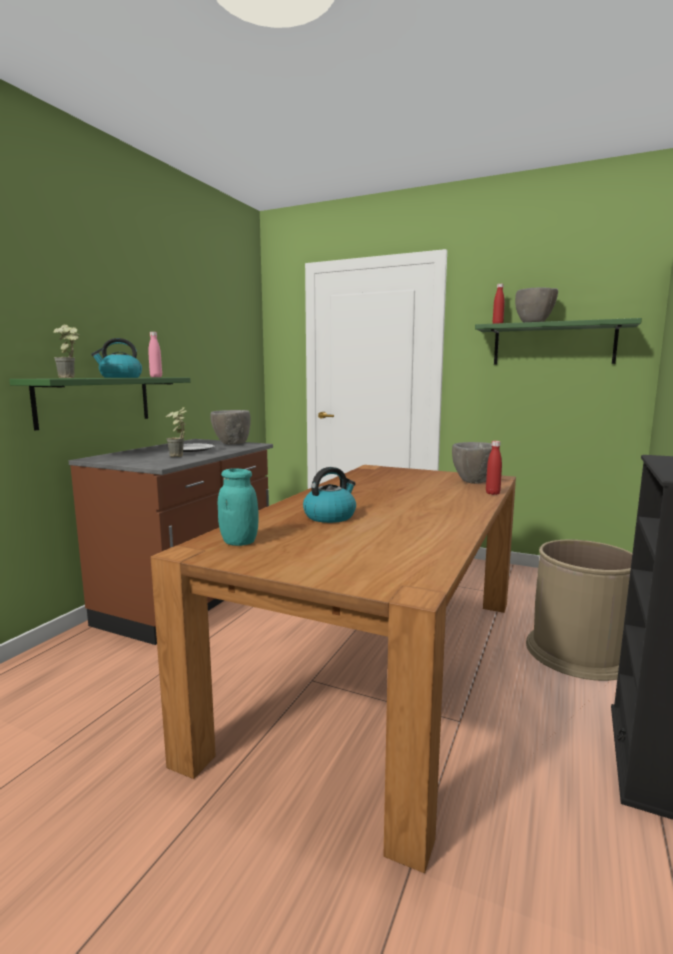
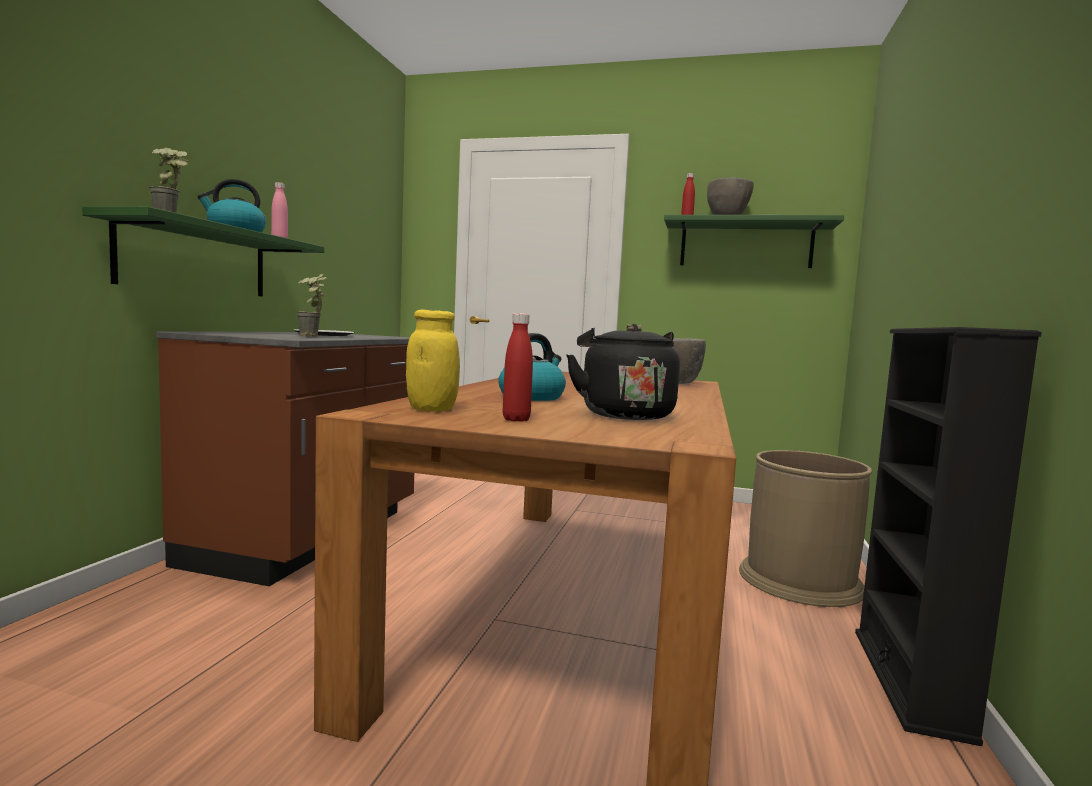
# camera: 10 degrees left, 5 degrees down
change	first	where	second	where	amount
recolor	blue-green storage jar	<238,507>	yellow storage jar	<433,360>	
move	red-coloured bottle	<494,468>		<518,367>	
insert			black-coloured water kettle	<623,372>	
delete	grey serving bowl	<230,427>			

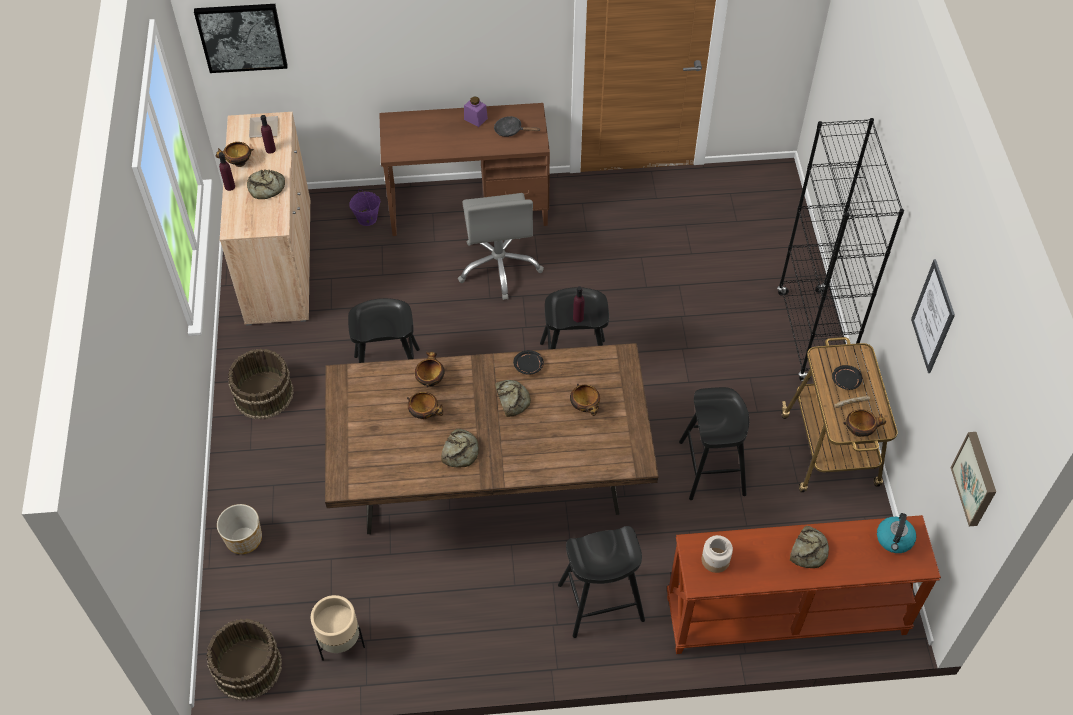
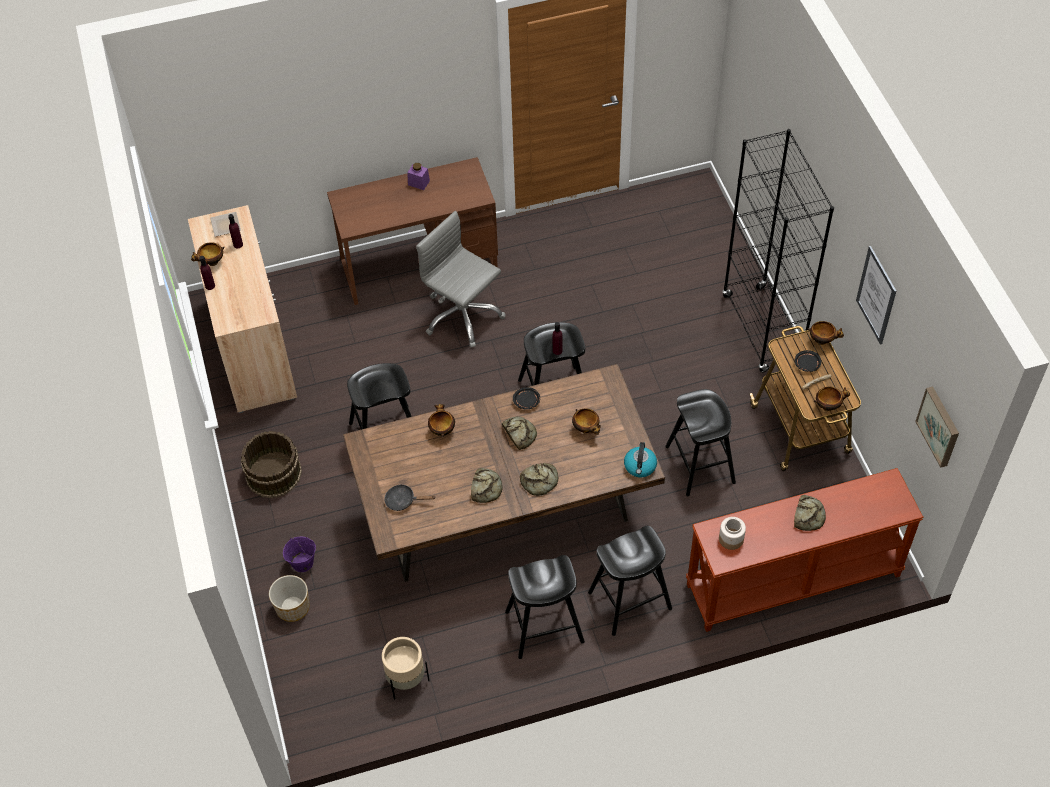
# camera: 10 degrees left, 0 degrees up
change	first	where	second	where	amount
move	purple bucket	<364,207>		<299,554>	
move	black-coloured skillet	<517,126>		<409,497>	
rotate	grey desk chair	<501,246>		<460,279>	150 degrees clockwise
insert			black-coloured sitting stool	<545,607>	
move	bread	<266,184>		<539,479>	
move	water kettle	<896,533>		<640,459>	
move	serving bowl	<425,405>		<825,333>	
delete	wall art	<240,38>			
delete	brown-coloured bucket	<244,660>			

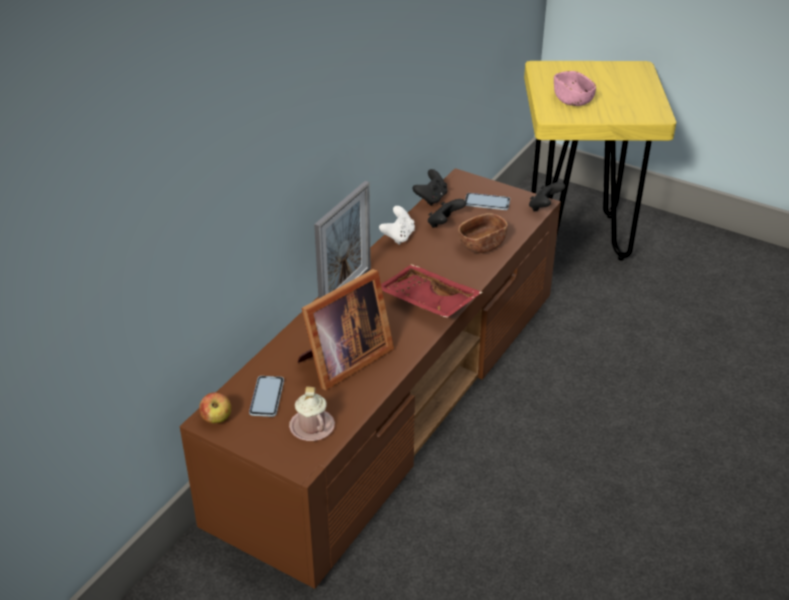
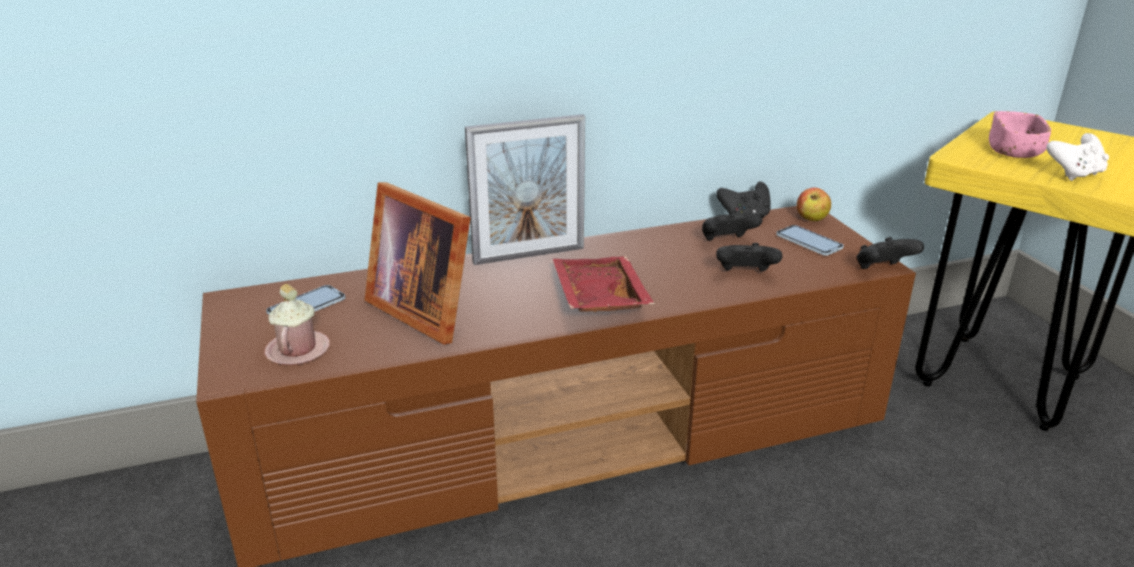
# camera: 40 degrees right, 10 degrees down
change	first	where	second	where	amount
rotate	photo frame	<346,330>		<418,263>	45 degrees clockwise
replace	brown-coloured serving bowl	<483,233>	black-coloured gamepad	<749,257>	
move	apple fruit	<215,407>		<814,204>	
move	white gamepad	<397,225>		<1077,157>	

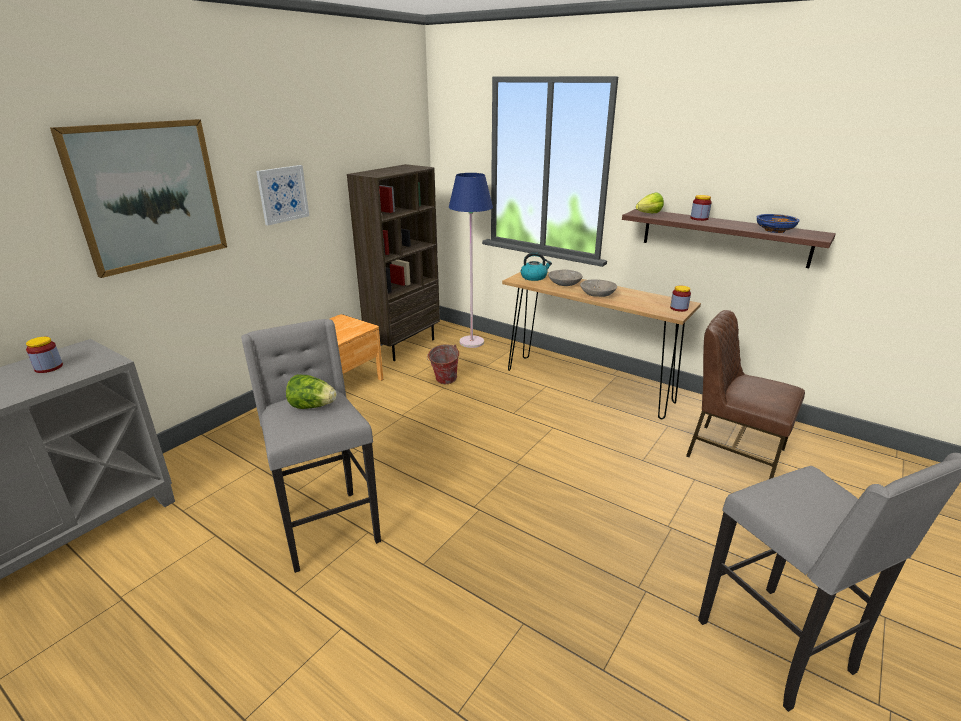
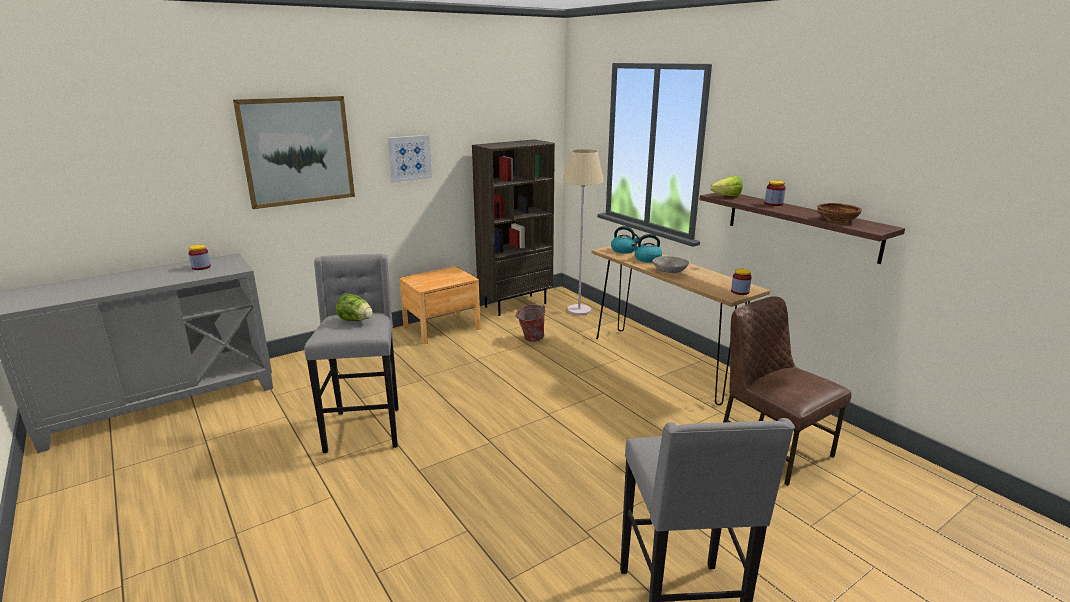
# camera: 20 degrees right, 5 degrees down
change	first	where	second	where	amount
recolor	bluish standard lamp	<471,260>	sand-coloured standard lamp	<583,232>	
replace	grey serving bowl	<565,277>	water kettle	<646,248>	
recolor	bluish serving bowl	<778,223>	brown-coloured serving bowl	<839,213>	

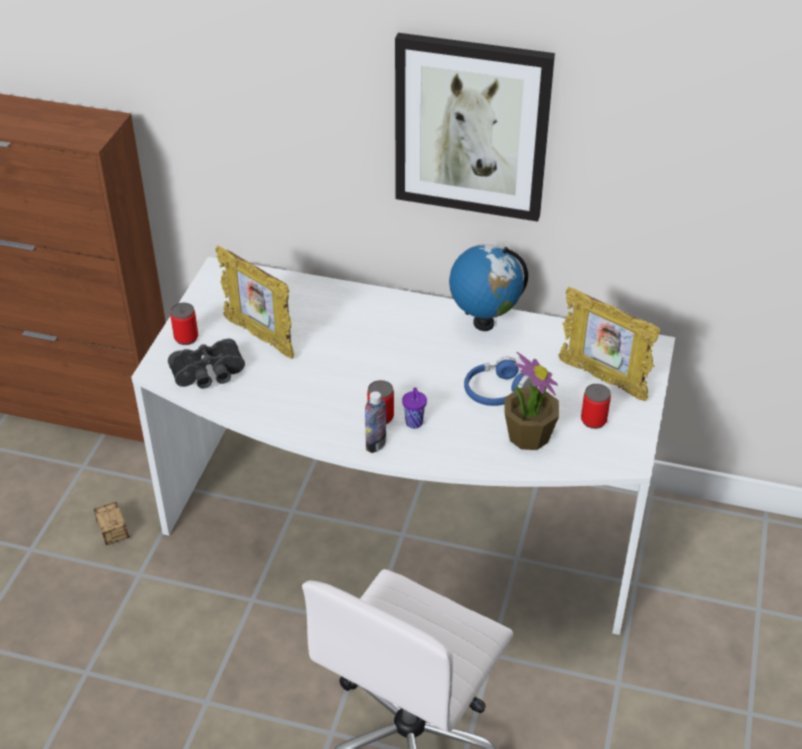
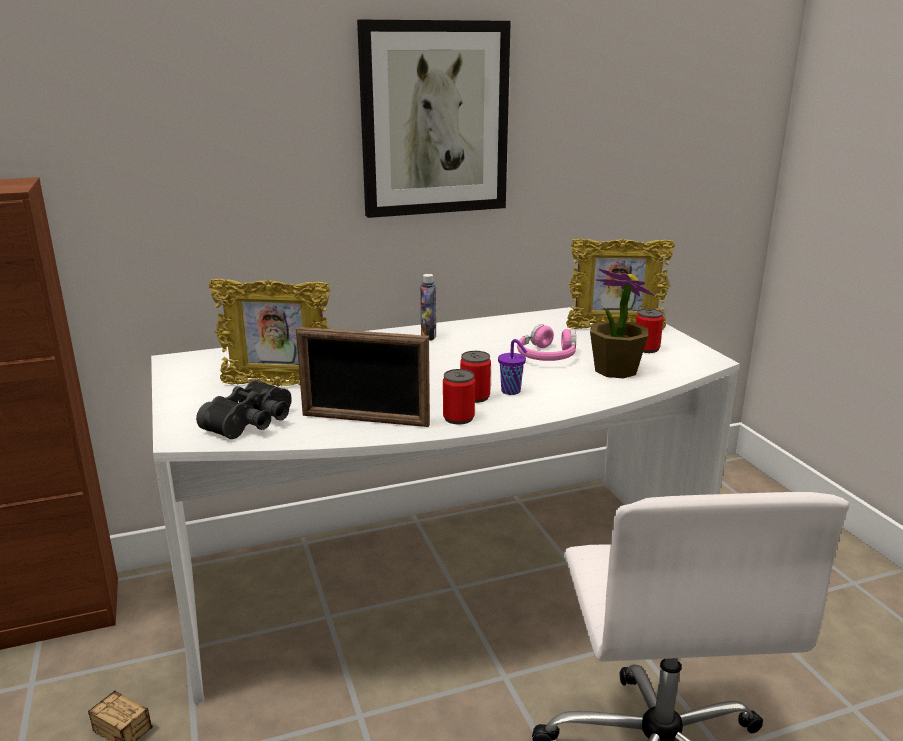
# camera: 35 degrees left, 20 degrees down
change	first	where	second	where	amount
insert			photo frame	<363,377>	
move	bottle	<375,422>		<428,307>	
move	sealed can	<184,324>		<459,397>	
recolor	bluish headphones	<497,381>	pinkish headphones	<546,342>	
delete	desk globe	<488,287>			

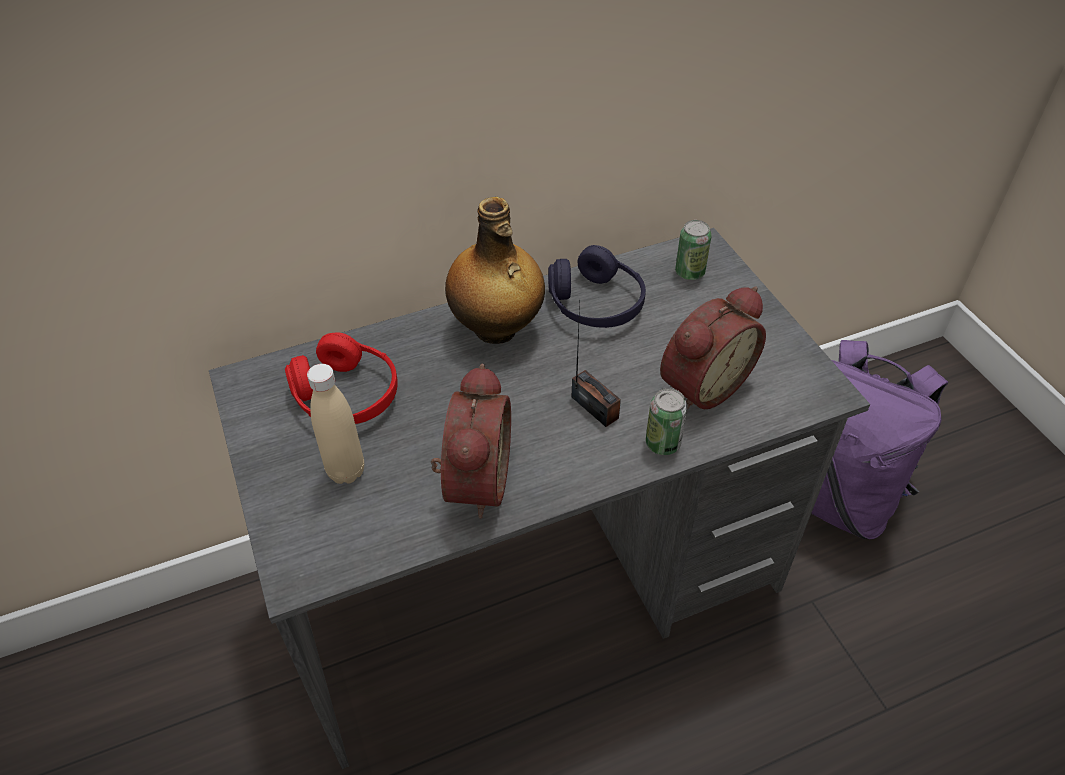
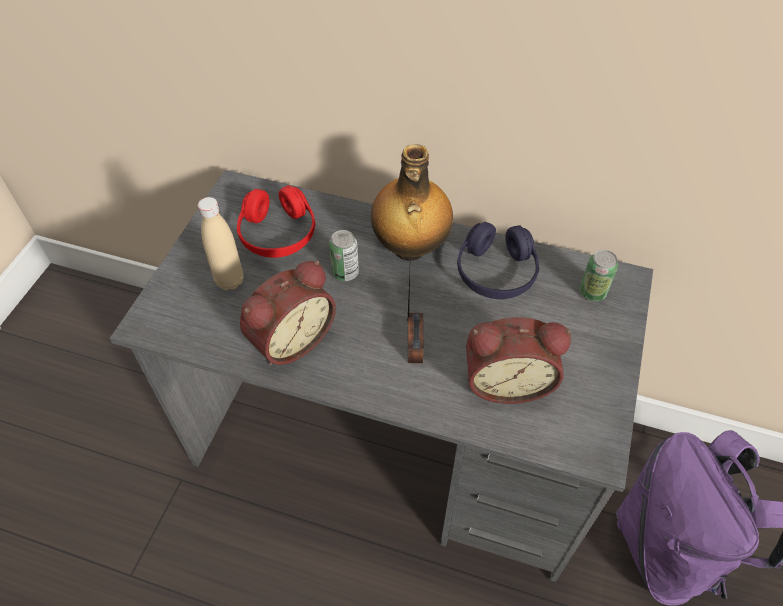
# camera: 40 degrees right, 5 degrees up
change	first	where	second	where	amount
move	sealed can	<667,421>		<344,255>	

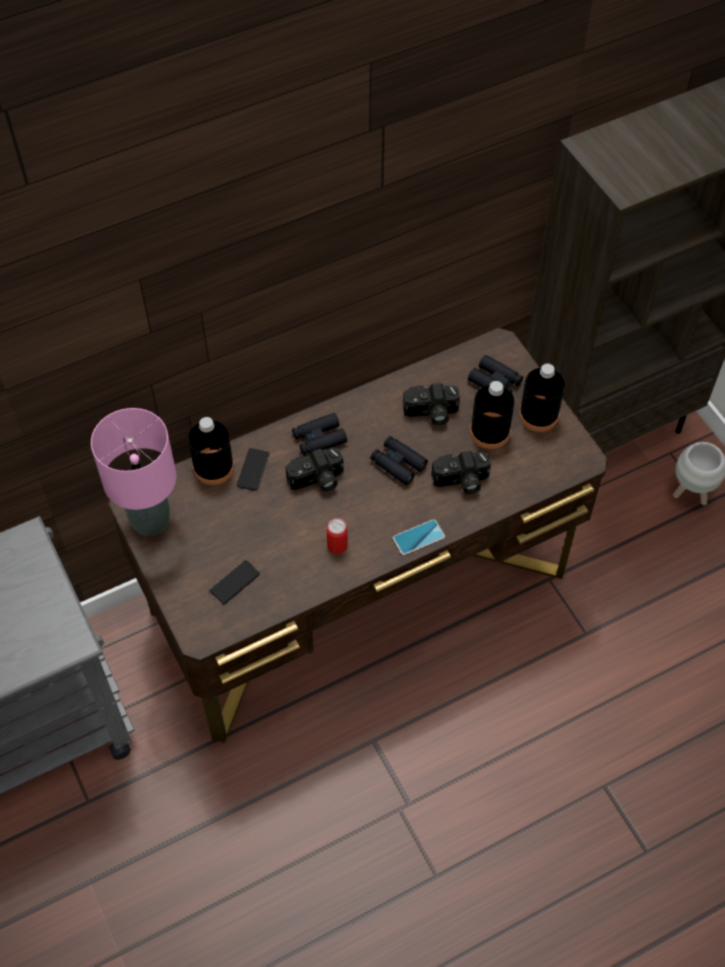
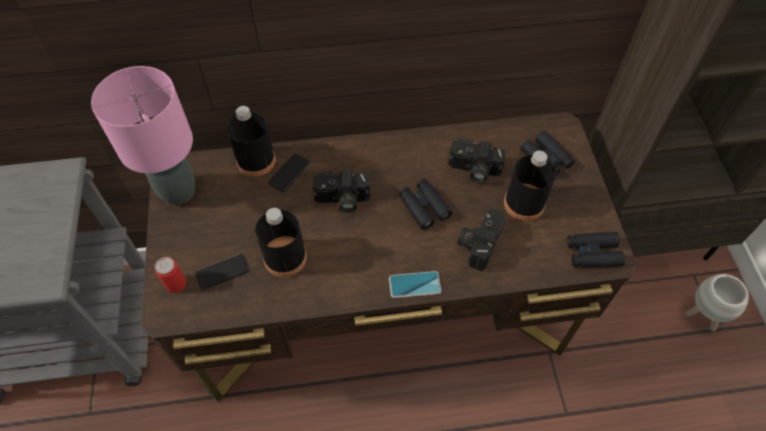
# camera: 20 degrees right, 0 degrees up
change	first	where	second	where	amount
move	sealed can	<337,536>		<170,275>	
move	black-coloured bottle	<542,398>		<281,242>	
rotate	photo camera	<461,472>		<481,239>	105 degrees clockwise
move	black-coloured field glasses	<319,434>		<596,250>	

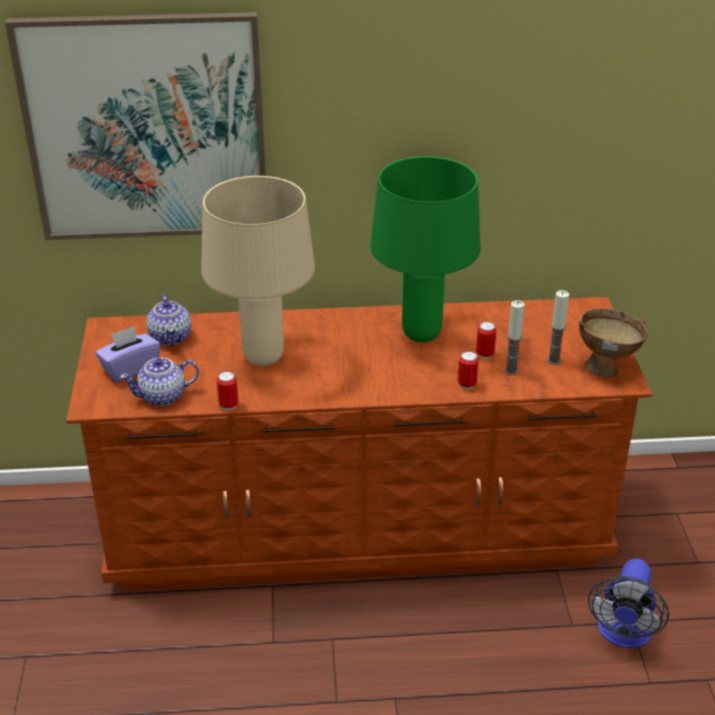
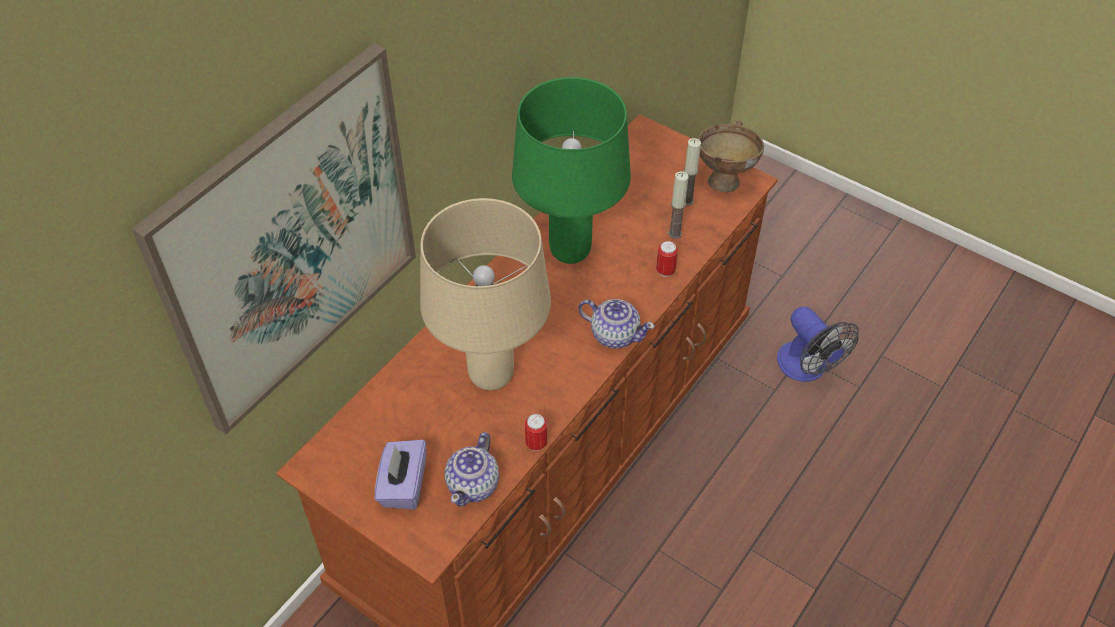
# camera: 50 degrees left, 15 degrees up
change	first	where	second	where	amount
move	teapot	<168,320>		<616,324>	
delete	sealed can	<486,340>			

